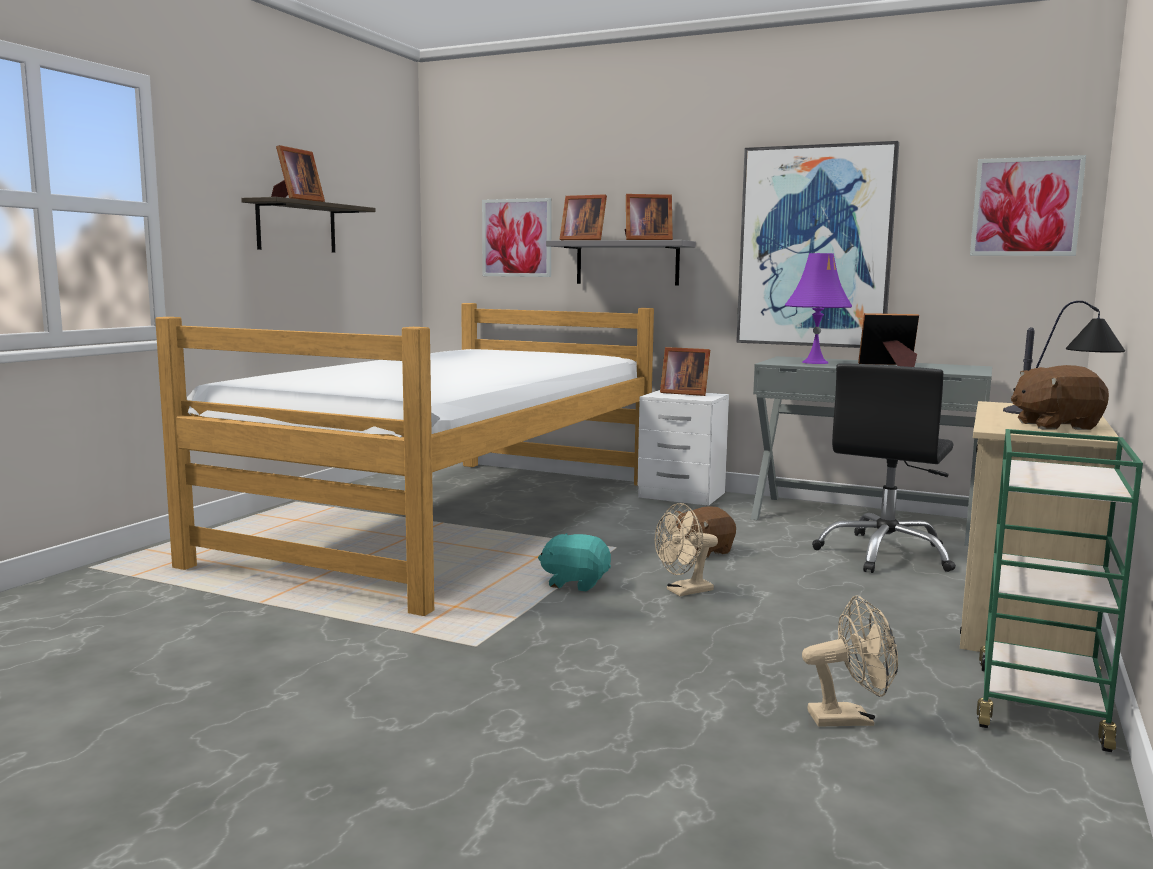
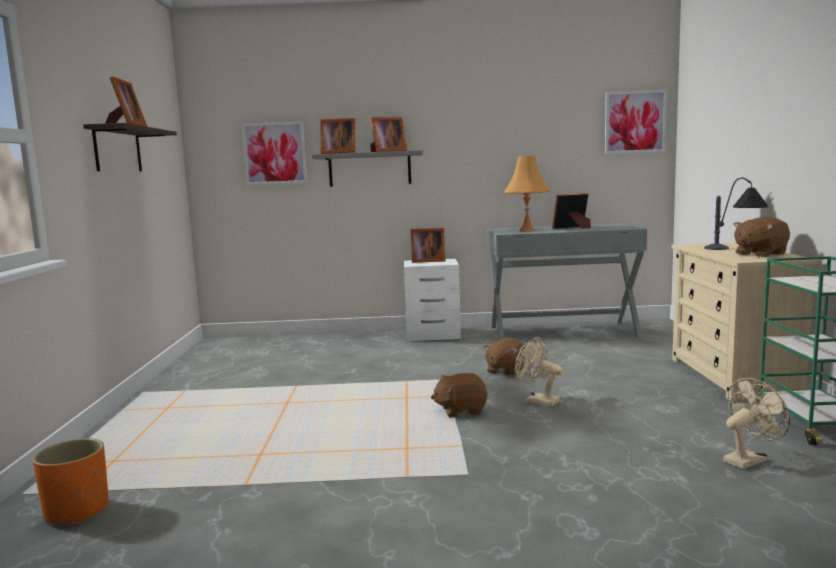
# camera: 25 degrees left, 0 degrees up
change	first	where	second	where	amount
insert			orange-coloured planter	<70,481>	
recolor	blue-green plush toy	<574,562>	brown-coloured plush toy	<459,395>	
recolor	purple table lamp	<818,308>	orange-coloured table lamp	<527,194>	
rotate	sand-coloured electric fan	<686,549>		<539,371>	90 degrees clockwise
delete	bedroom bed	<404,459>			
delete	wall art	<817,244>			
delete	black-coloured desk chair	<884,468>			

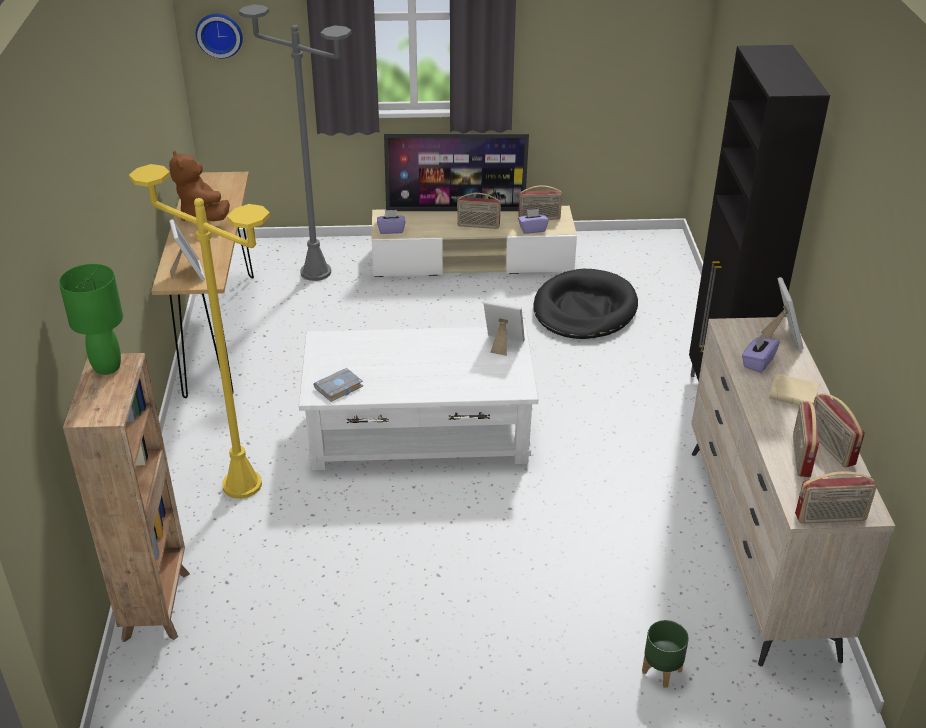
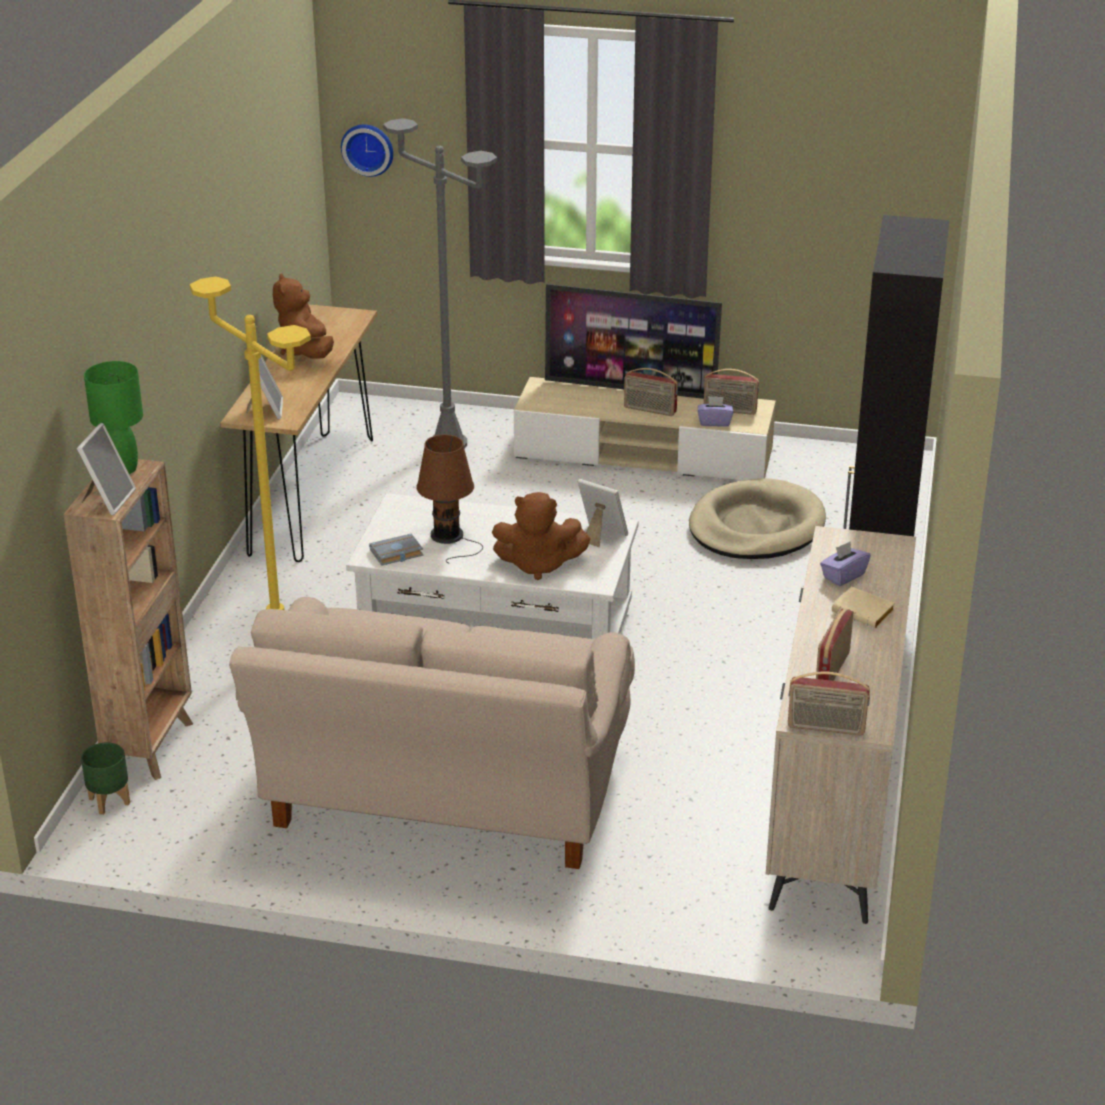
# camera: 15 degrees right, 5 degrees down
change	first	where	second	where	amount
move	photo frame	<782,313>		<106,469>	
move	green-coloured planter	<665,654>		<105,778>	
insert			sand-coloured sofa	<432,733>	
insert			brown-coloured table lamp	<449,499>	
insert			brown-coloured plush toy	<541,536>	
recolor	black-coloured dog cushion	<585,304>	sand-coloured dog cushion	<757,518>	
delete	purple tissue box	<391,222>			
delete	radio receiver	<839,430>			

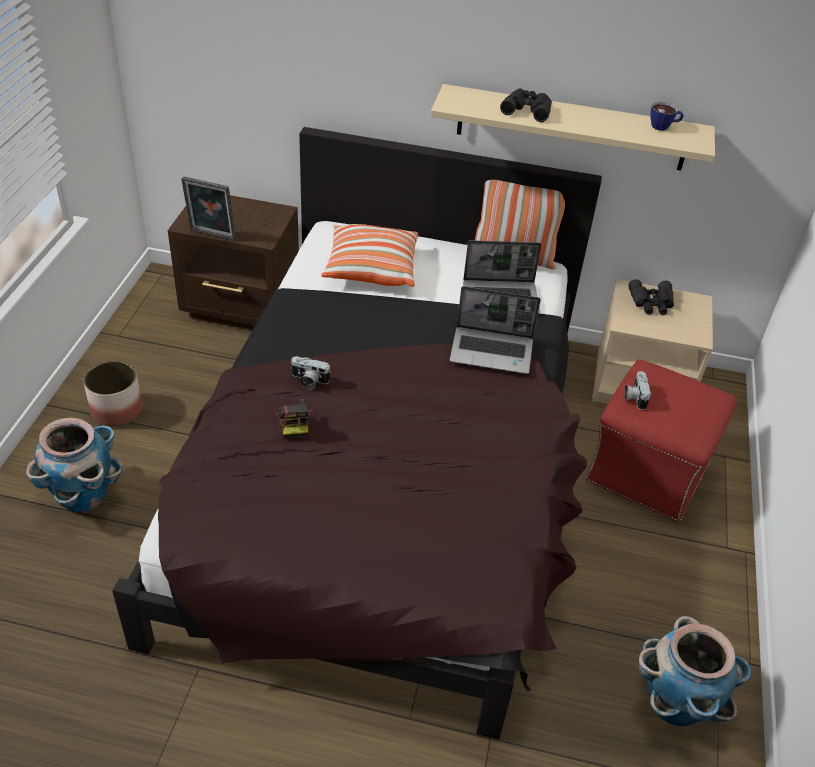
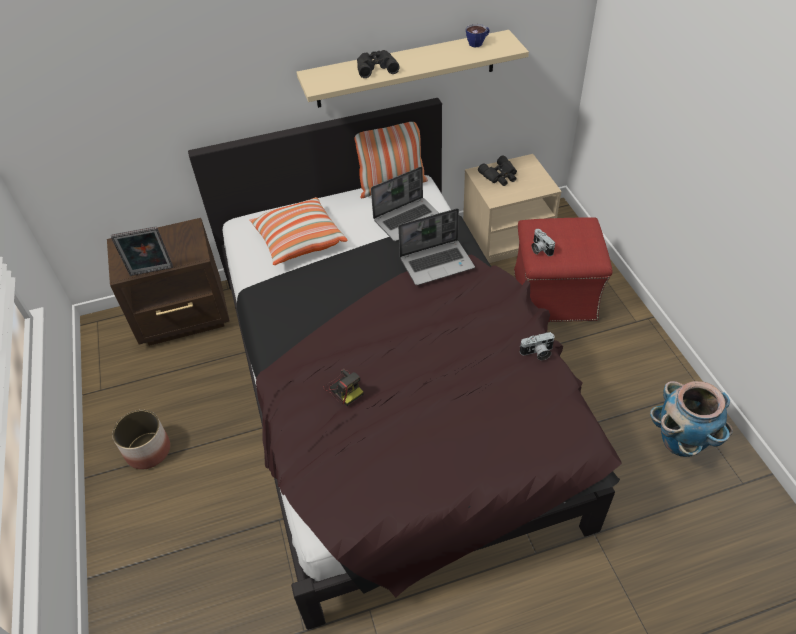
# camera: 25 degrees left, 5 degrees up
change	first	where	second	where	amount
move	photo camera	<311,372>		<537,346>	
delete	planter	<74,465>			

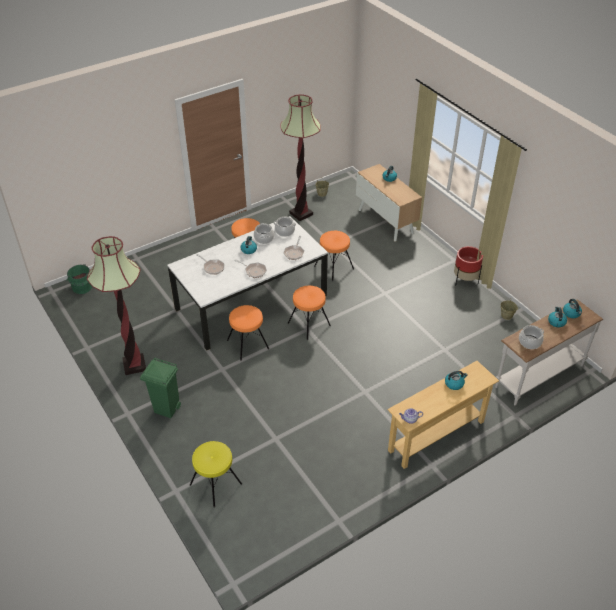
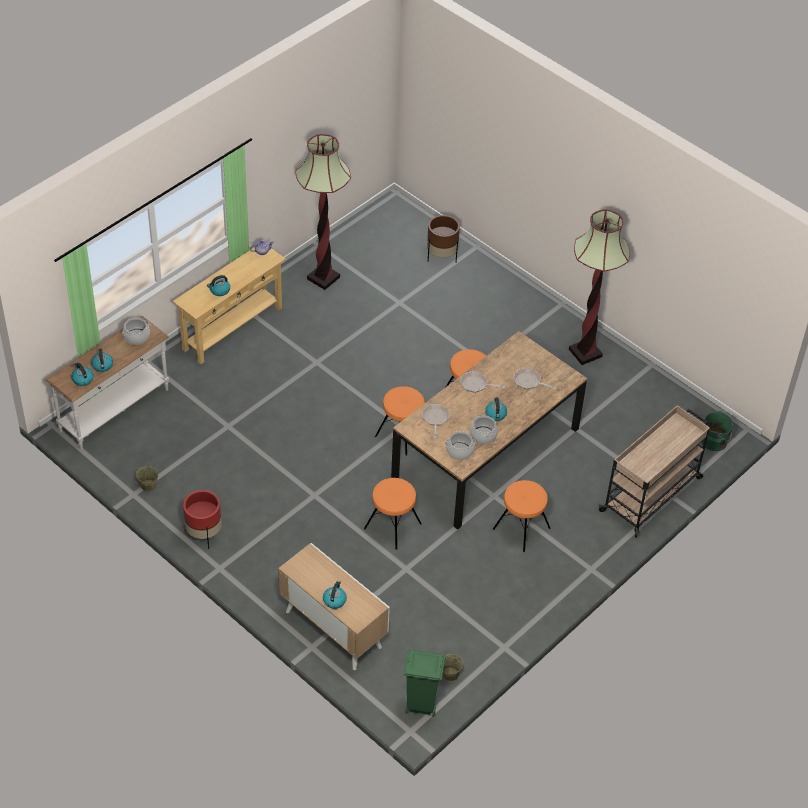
# camera: 165 degrees right, 5 degrees up
change	first	where	second	where	amount
move	standard lamp	<300,157>		<323,212>	
recolor	white dinner table	<247,283>	brown-coloured dinner table	<489,430>	
move	green-coloured rubbish bin	<160,387>		<424,683>	
replace	yellow sitting stool	<216,474>	brown-coloured planter	<443,238>	
insert			sand-coloured trolley	<654,471>	

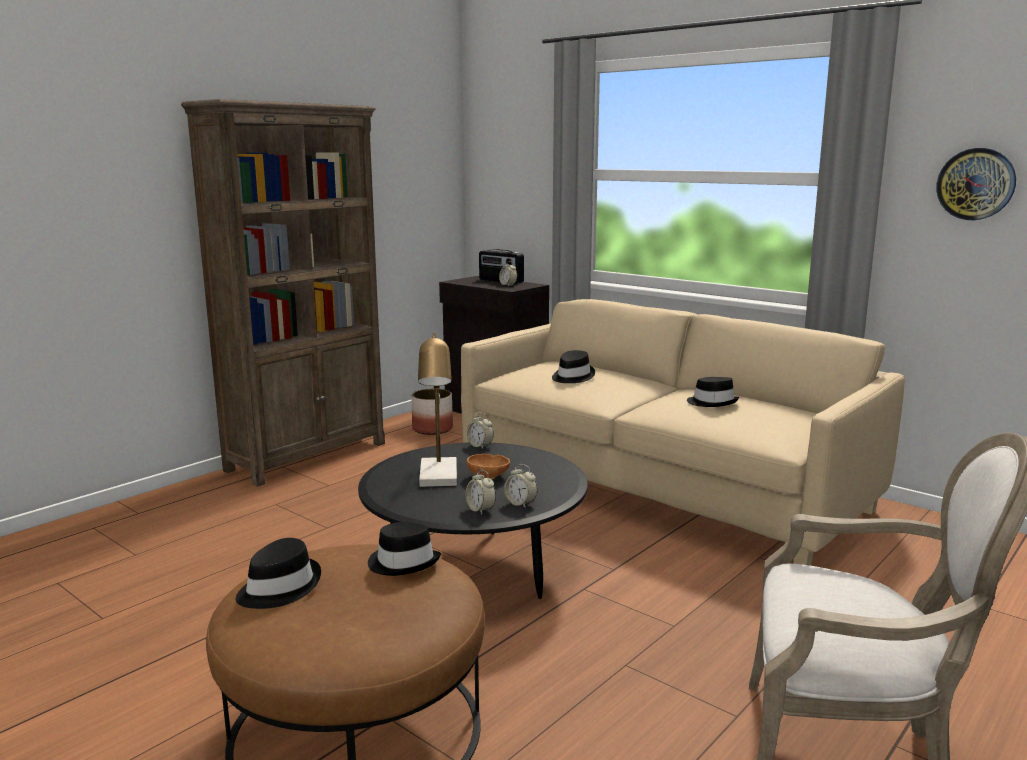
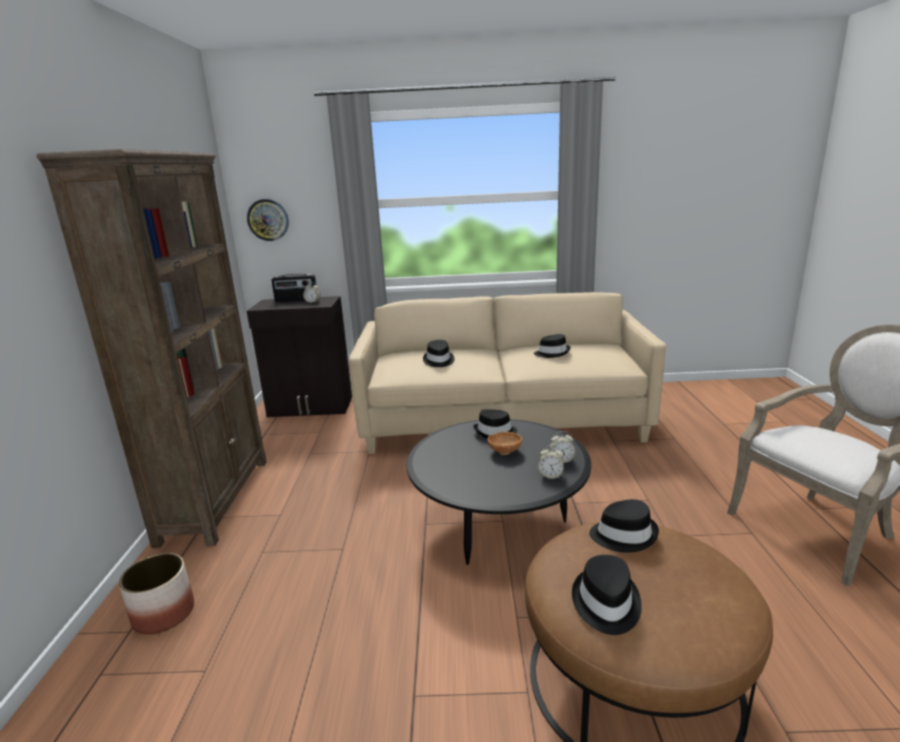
# camera: 40 degrees left, 5 degrees up
change	first	where	second	where	amount
move	planter	<432,412>		<156,594>	
move	wall clock	<976,184>		<268,220>	
insert			black-coloured wearable hat	<495,423>	
delete	table lamp	<437,410>			
delete	table clock	<480,431>			

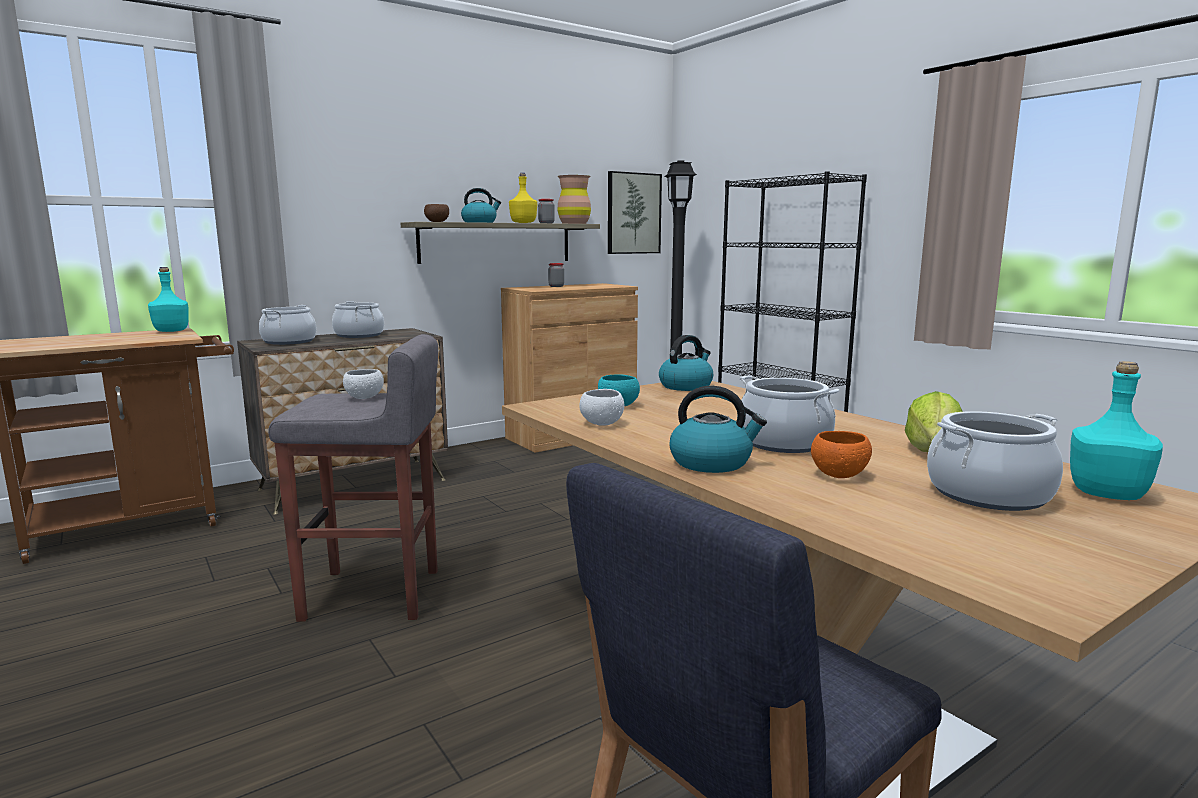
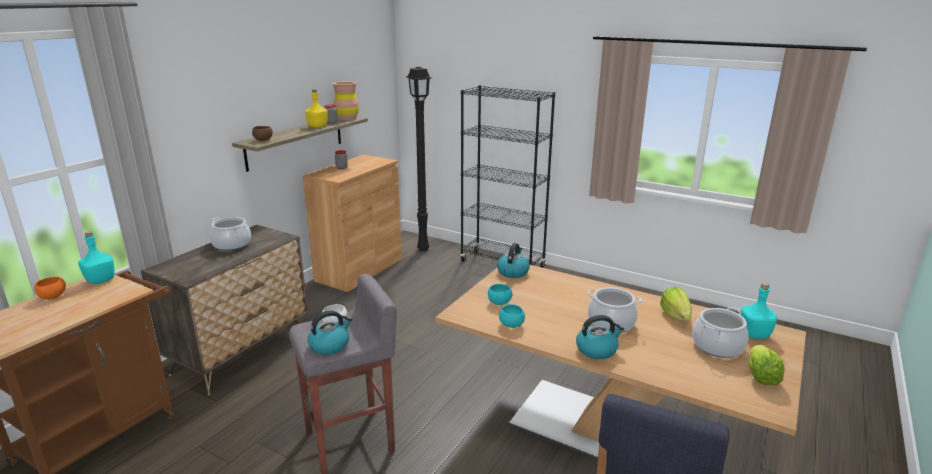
# camera: 25 degrees left, 10 degrees up
change	first	where	second	where	amount
move	orange-coloured serving bowl	<841,454>		<50,288>	
move	water kettle	<481,205>		<330,332>	
recolor	white serving bowl	<601,407>	blue-green serving bowl	<512,316>	
insert			lettuce	<766,365>	
delete	stockpot	<288,325>			
delete	wall art	<635,212>			

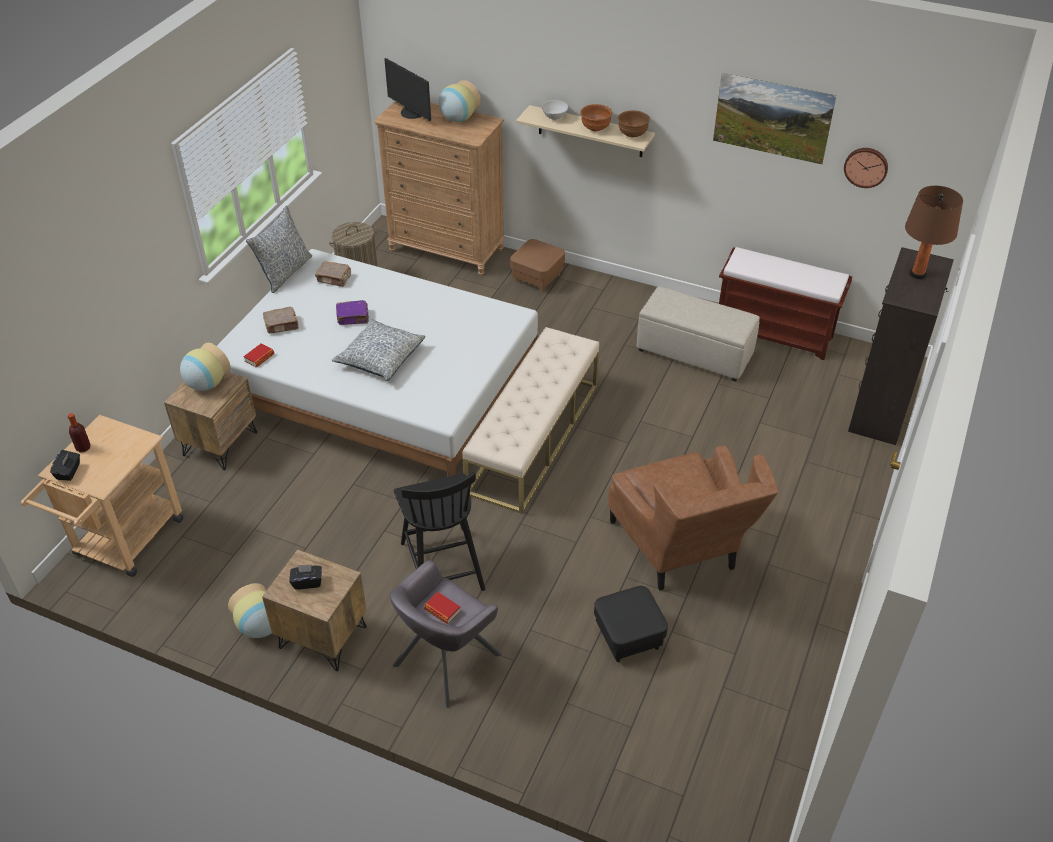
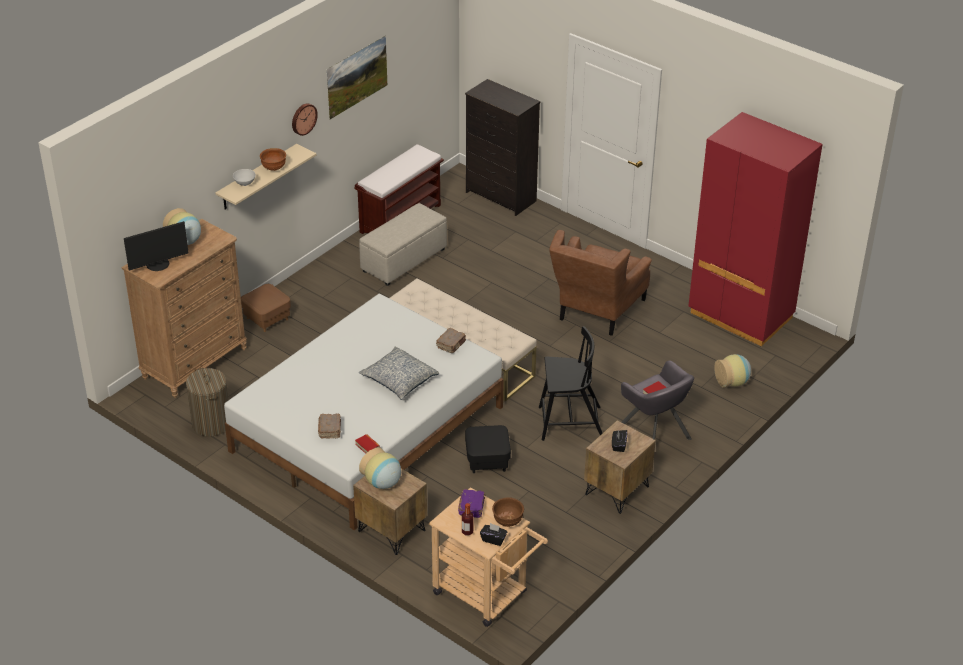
# camera: 75 degrees left, 5 degrees down
change	first	where	second	where	amount
move	wall clock	<866,168>		<305,119>	
move	brown-coloured volume	<333,274>		<451,340>	
move	purple volume	<352,312>		<471,503>	
move	black-coloured pouffe	<631,624>		<488,449>	
move	brown-coloured serving bowl	<634,123>		<508,512>	
rotate	brown-coloured easy chair	<693,518>		<600,283>	120 degrees clockwise
insert			red-coloured armoire	<755,229>	
move	vase	<250,610>		<732,371>	
delete	throw pillow	<279,249>			
delete	brown-coloured table lamp	<934,232>			

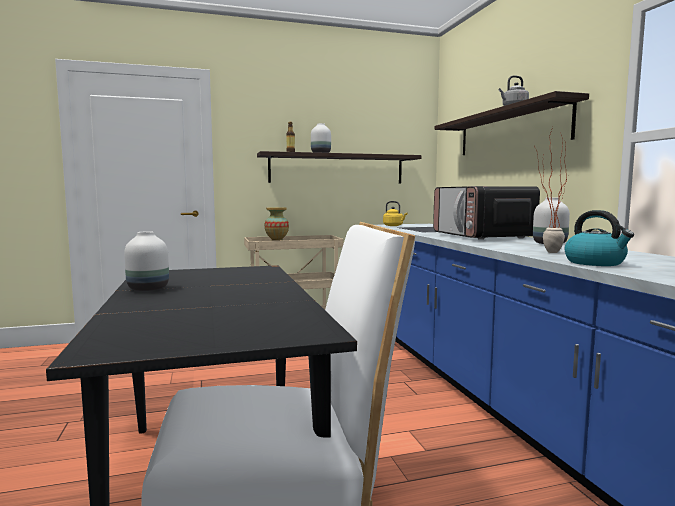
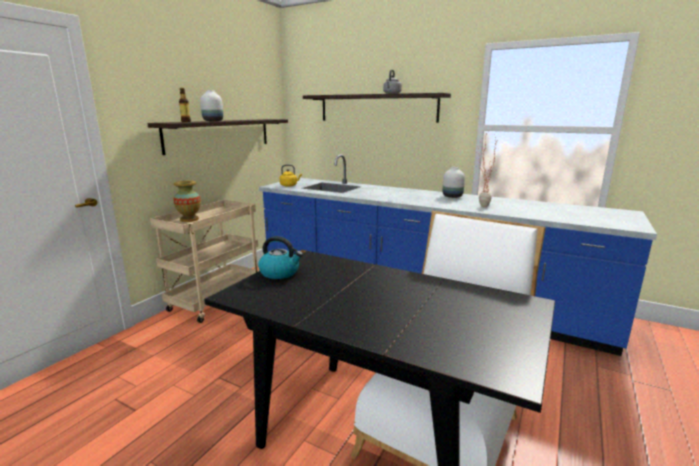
# camera: 45 degrees left, 10 degrees up
change	first	where	second	where	amount
move	water kettle	<599,238>		<280,257>	
delete	white vase	<146,261>			
delete	kitchen microwave	<486,213>			

